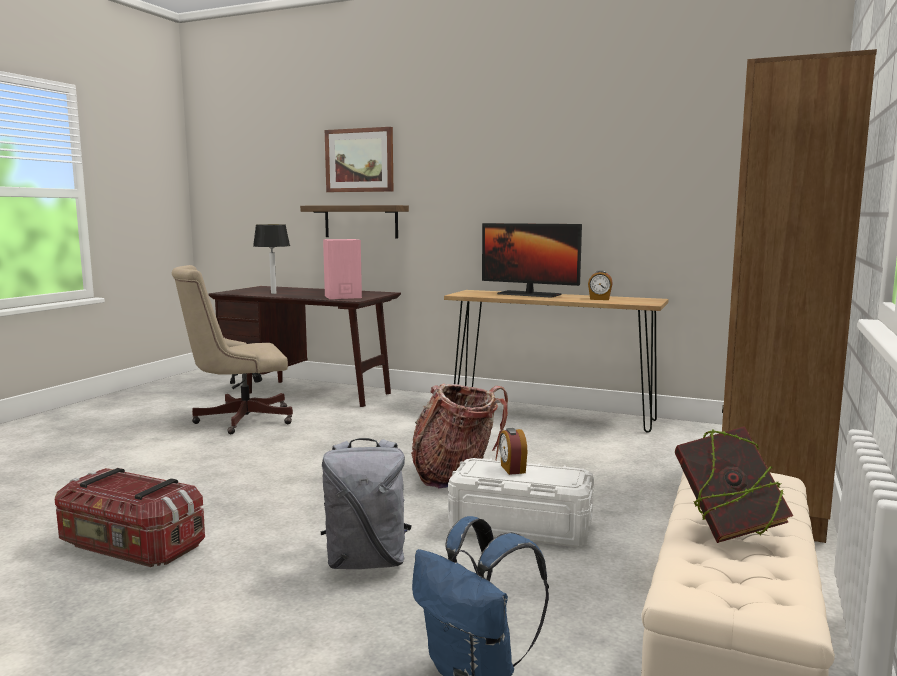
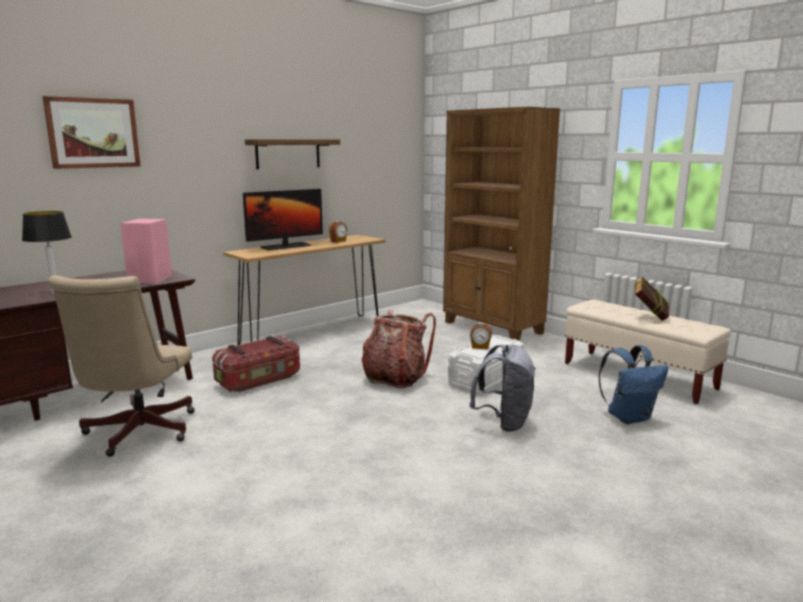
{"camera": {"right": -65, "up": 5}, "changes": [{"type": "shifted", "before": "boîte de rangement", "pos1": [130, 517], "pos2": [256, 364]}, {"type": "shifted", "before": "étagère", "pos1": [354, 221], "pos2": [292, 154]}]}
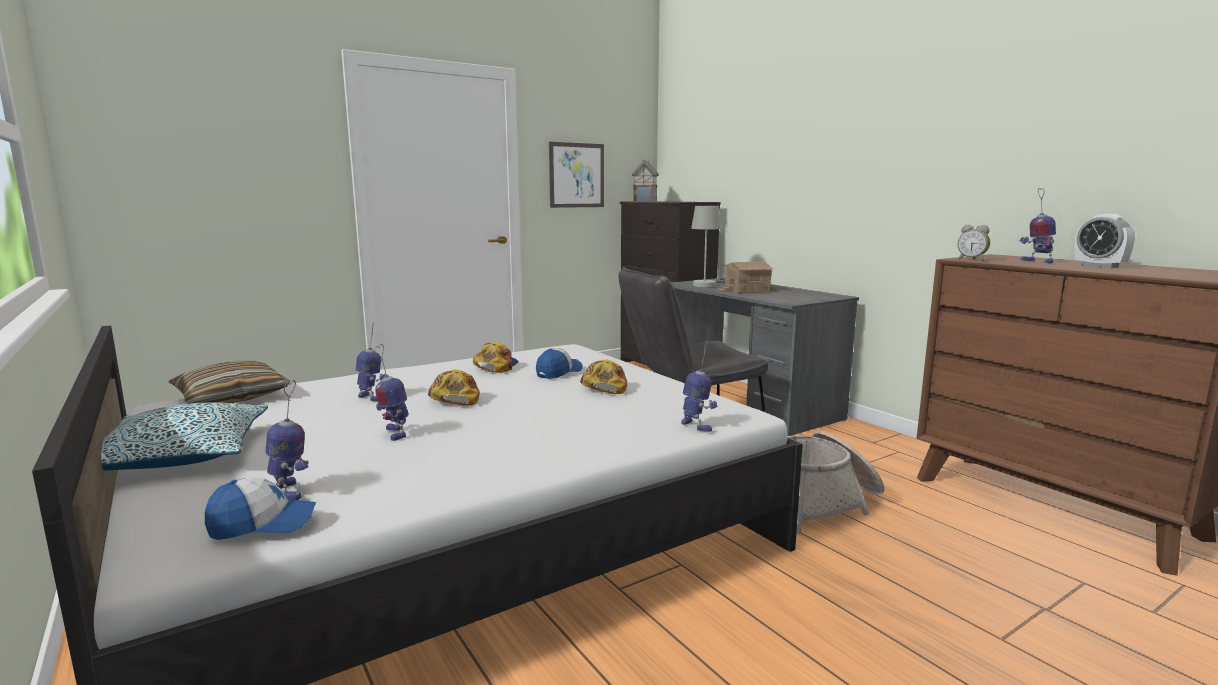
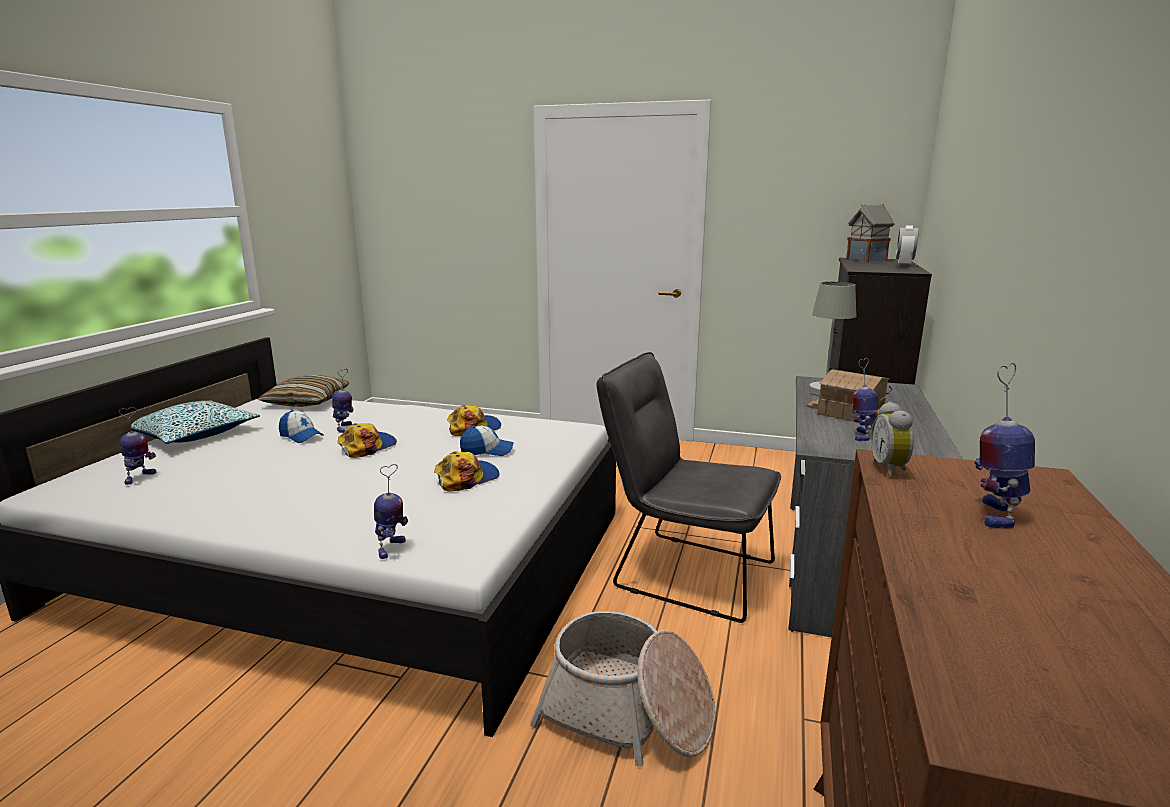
{"camera": {"right": 50, "up": 5}, "changes": [{"type": "shifted", "before": "casquette", "pos1": [260, 509], "pos2": [301, 426]}, {"type": "shifted", "before": "robot jouet", "pos1": [392, 392], "pos2": [865, 399]}, {"type": "shifted", "before": "réveil", "pos1": [1104, 241], "pos2": [907, 246]}, {"type": "gone", "before": "tableau", "pos1": [576, 175]}]}
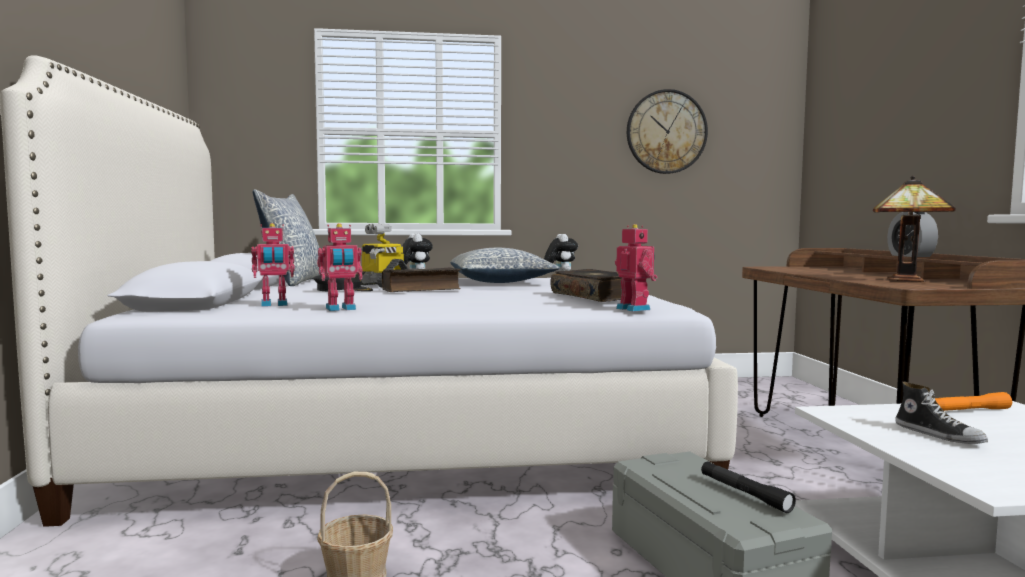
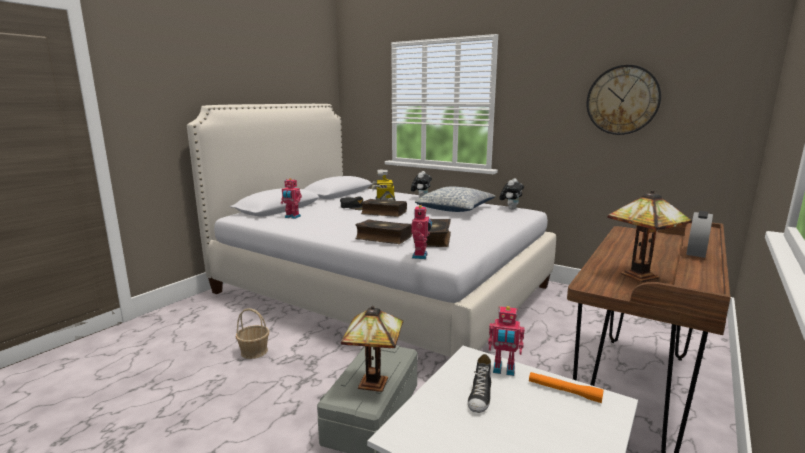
{"camera": {"right": 40, "up": 10}, "changes": [{"type": "swapped", "before": "lampe de poche/noir", "after": "lampe de table", "pos1": [748, 487], "pos2": [372, 349]}, {"type": "new", "after": "livre", "pos2": [383, 231]}, {"type": "shifted", "before": "robot jouet", "pos1": [340, 267], "pos2": [506, 341]}, {"type": "gone", "before": "coussin", "pos1": [286, 237]}]}
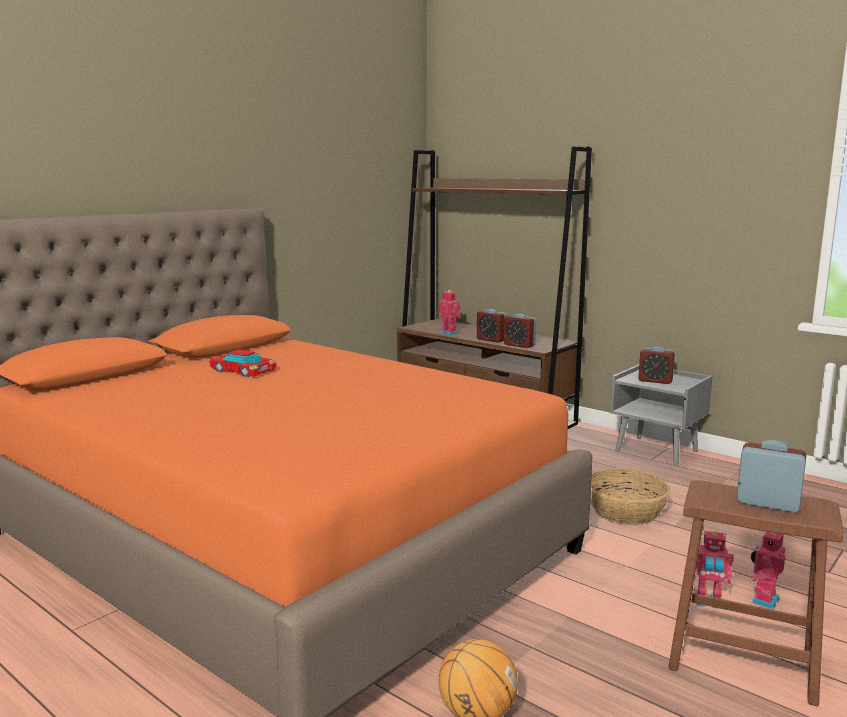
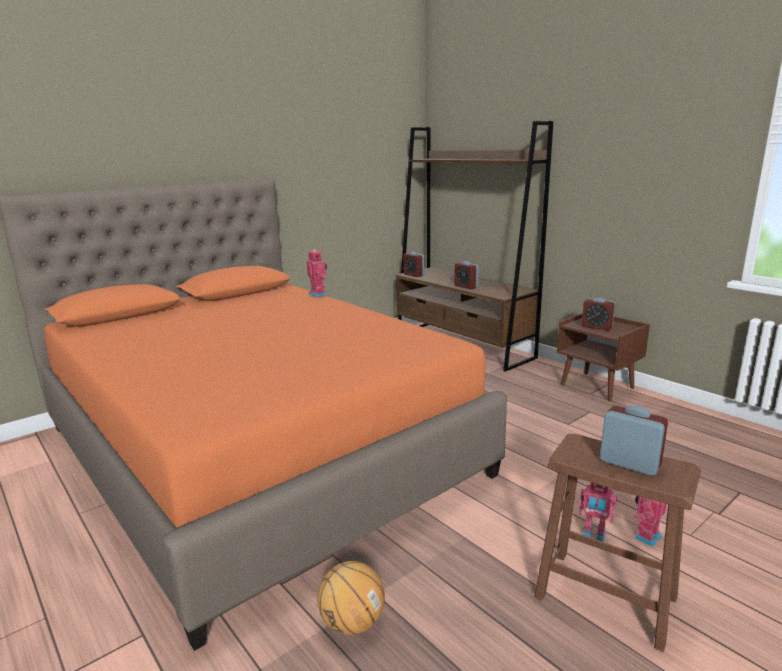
{"camera": {"right": 10, "up": 5}, "changes": [{"type": "shifted", "before": "robot jouet", "pos1": [450, 312], "pos2": [317, 273]}, {"type": "shifted", "before": "réveil", "pos1": [520, 331], "pos2": [414, 264]}, {"type": "repainted", "before": "table de chevet/gris", "after": "table de chevet/marron", "pos1": [661, 415], "pos2": [603, 357]}, {"type": "gone", "before": "petite voiture", "pos1": [243, 363]}, {"type": "gone", "before": "panier", "pos1": [630, 497]}]}
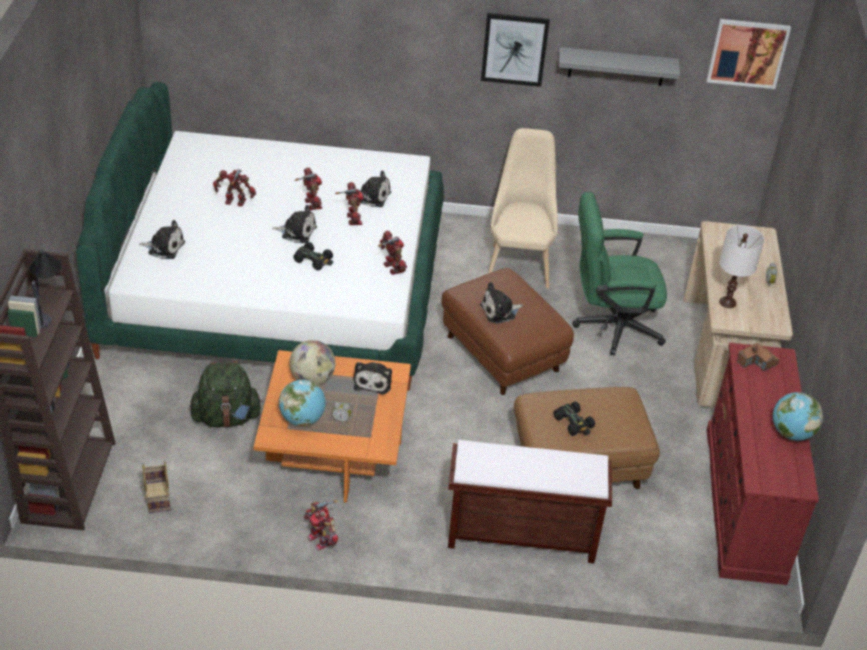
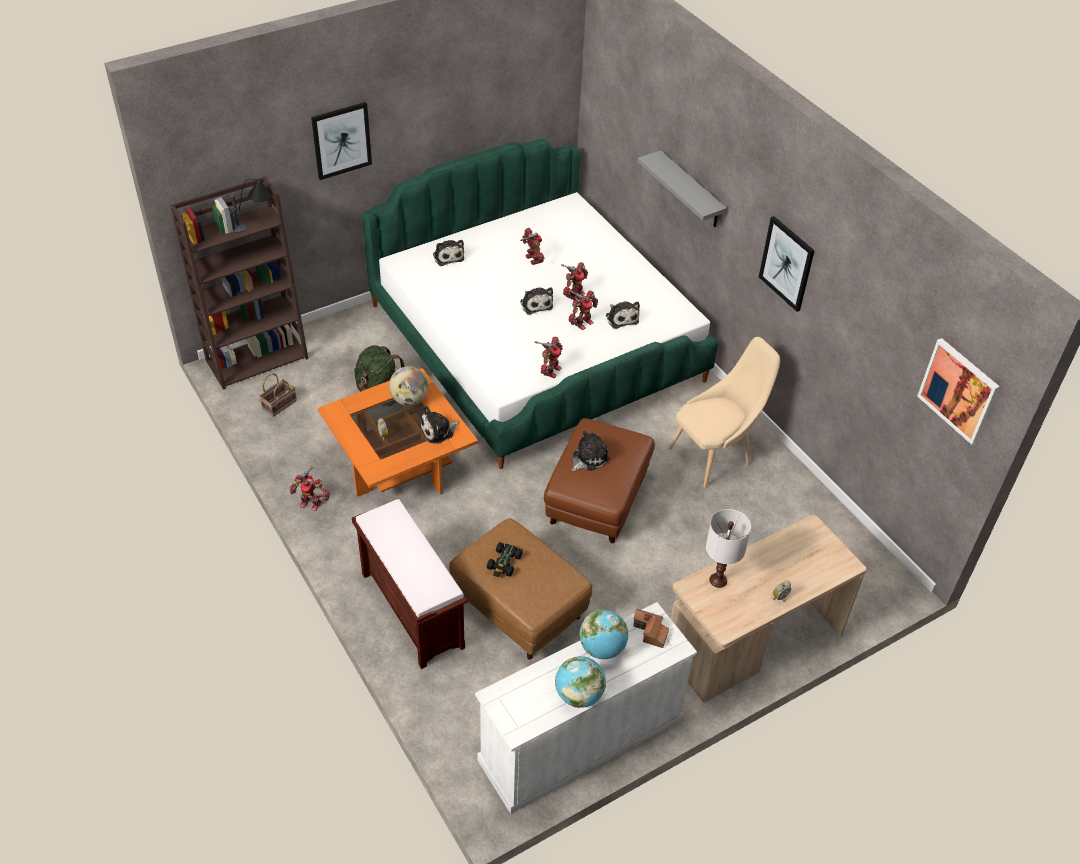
{"camera": {"right": 55, "up": 5}, "changes": [{"type": "rotated", "before": "robot jouet", "pos1": [321, 525], "pos2": [310, 488], "turn": -90}, {"type": "new", "after": "tableau", "pos2": [341, 141]}, {"type": "repainted", "before": "commode/rouge", "after": "commode/blanc", "pos1": [763, 464], "pos2": [586, 708]}, {"type": "rotated", "before": "peluche", "pos1": [501, 302], "pos2": [591, 451], "turn": 105}, {"type": "shifted", "before": "globe", "pos1": [302, 402], "pos2": [604, 634]}, {"type": "shifted", "before": "étagère/gris", "pos1": [619, 66], "pos2": [682, 188]}, {"type": "gone", "before": "petite voiture/noir", "pos1": [313, 256]}, {"type": "gone", "before": "chaise de bureau/vert", "pos1": [620, 274]}]}
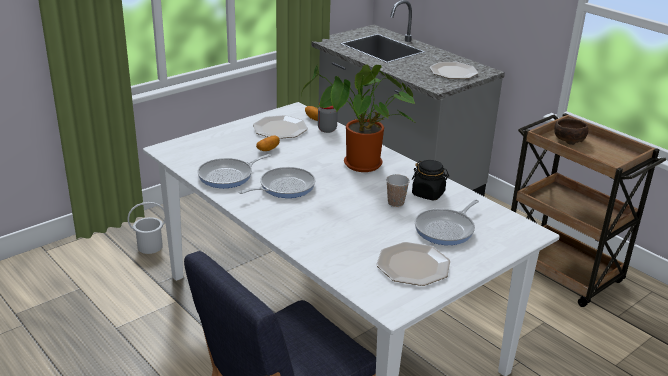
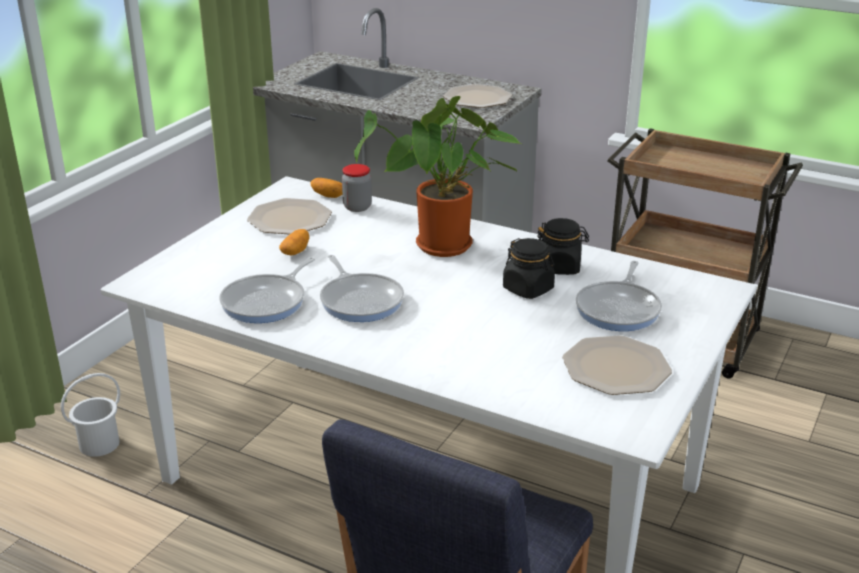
{"camera": {"right": -20, "up": 0}, "changes": [{"type": "rotated", "before": "poêle", "pos1": [277, 182], "pos2": [362, 288], "turn": 120}, {"type": "swapped", "before": "tasse", "after": "bocal/noir", "pos1": [398, 190], "pos2": [529, 268]}, {"type": "gone", "before": "bol/marron", "pos1": [571, 132]}]}
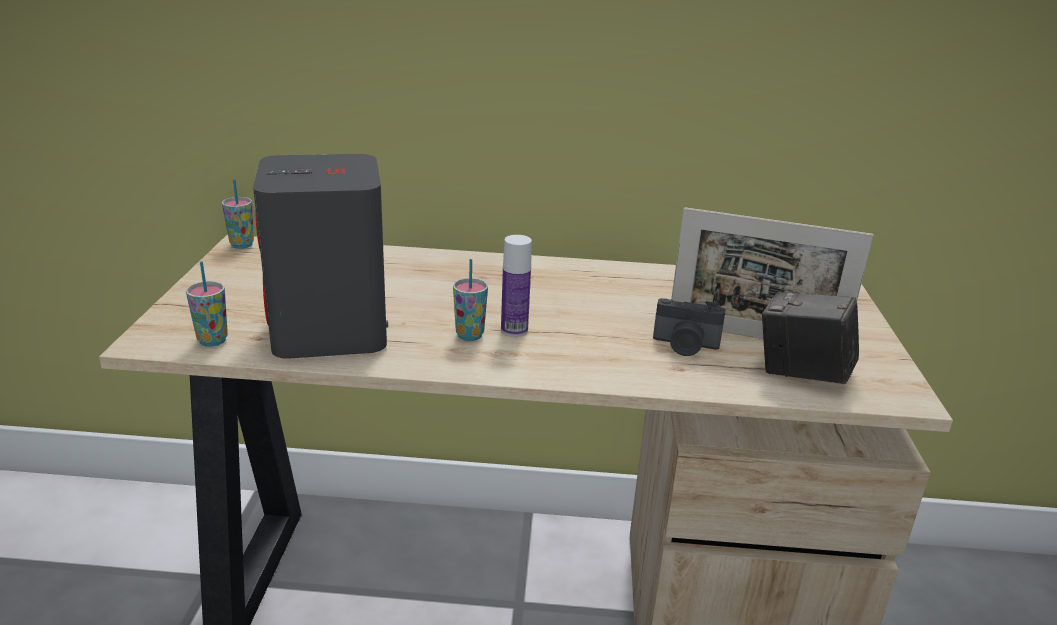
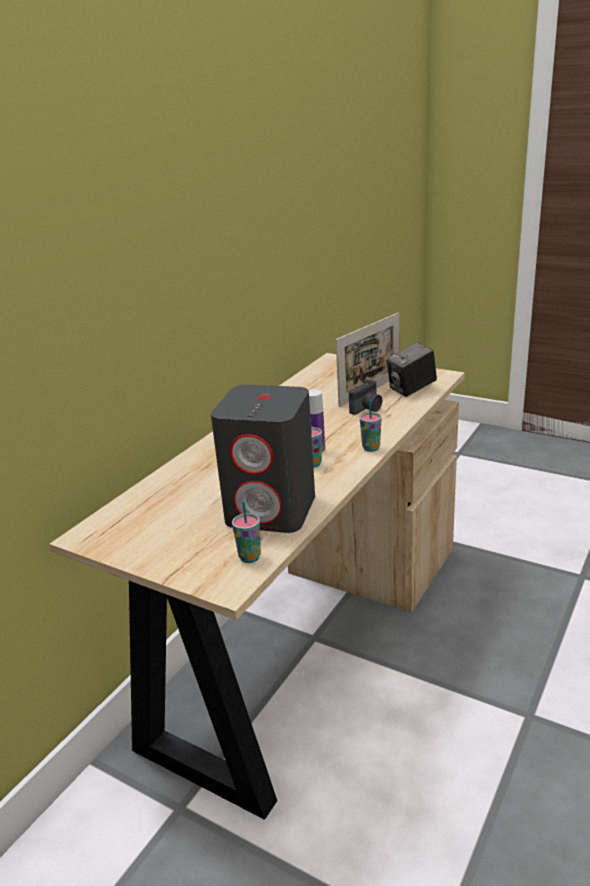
{"camera": {"right": -60, "up": 0}, "changes": [{"type": "shifted", "before": "tasse", "pos1": [238, 214], "pos2": [371, 426]}]}
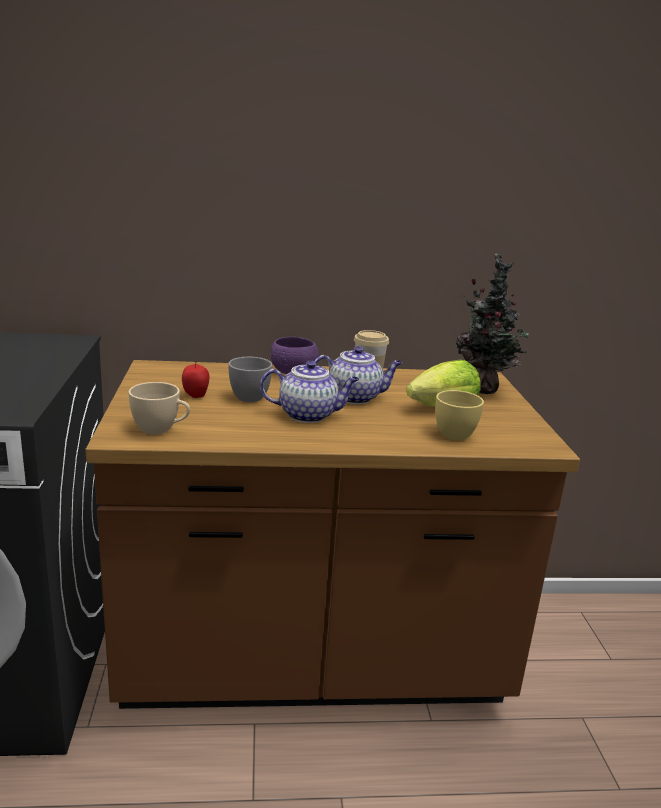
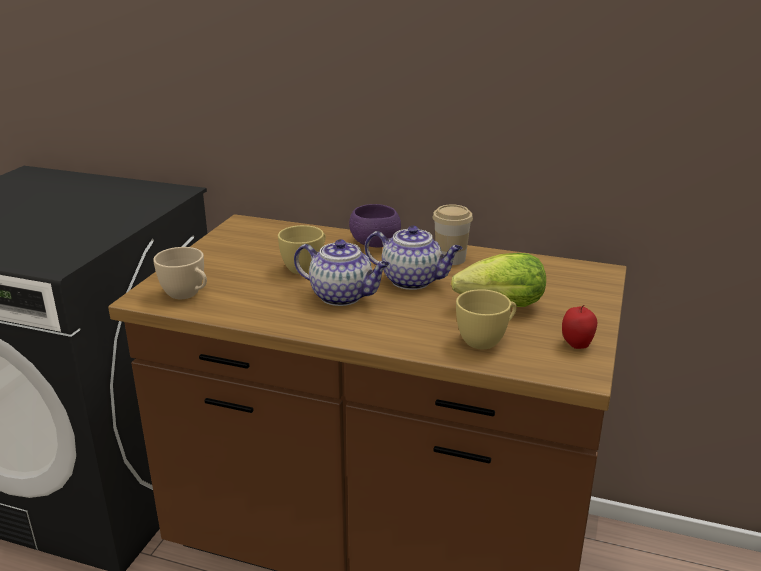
{"camera": {"right": 25, "up": 5}, "changes": [{"type": "repainted", "before": "tasse/gris", "after": "tasse/jaune", "pos1": [250, 379], "pos2": [302, 249]}, {"type": "shifted", "before": "pomme", "pos1": [196, 379], "pos2": [579, 327]}, {"type": "gone", "before": "plante en pot", "pos1": [492, 324]}]}
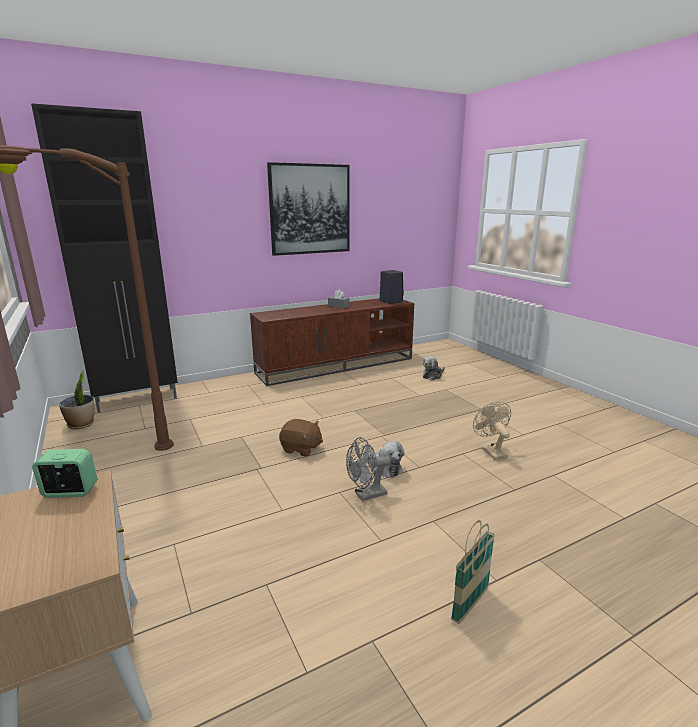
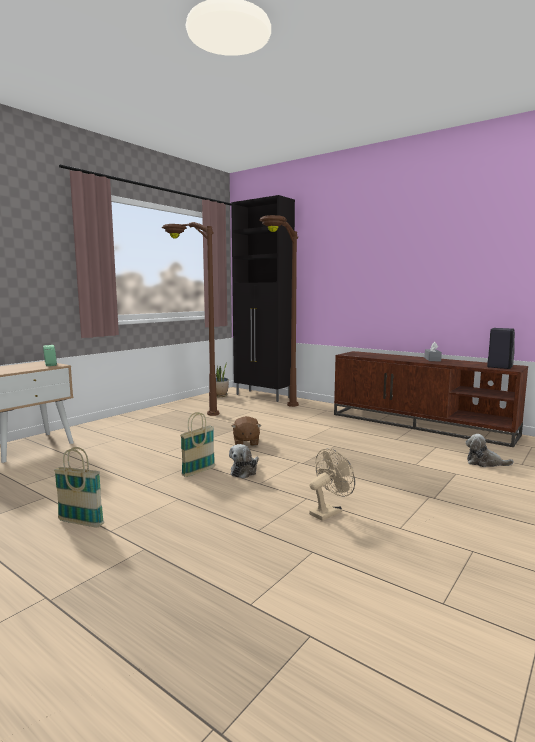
{"camera": {"right": 65, "up": -10}, "changes": [{"type": "swapped", "before": "ventilateur/gris", "after": "panier", "pos1": [368, 469], "pos2": [197, 444]}, {"type": "new", "after": "lampadaire/marron", "pos2": [279, 311]}, {"type": "gone", "before": "tableau", "pos1": [308, 209]}]}
